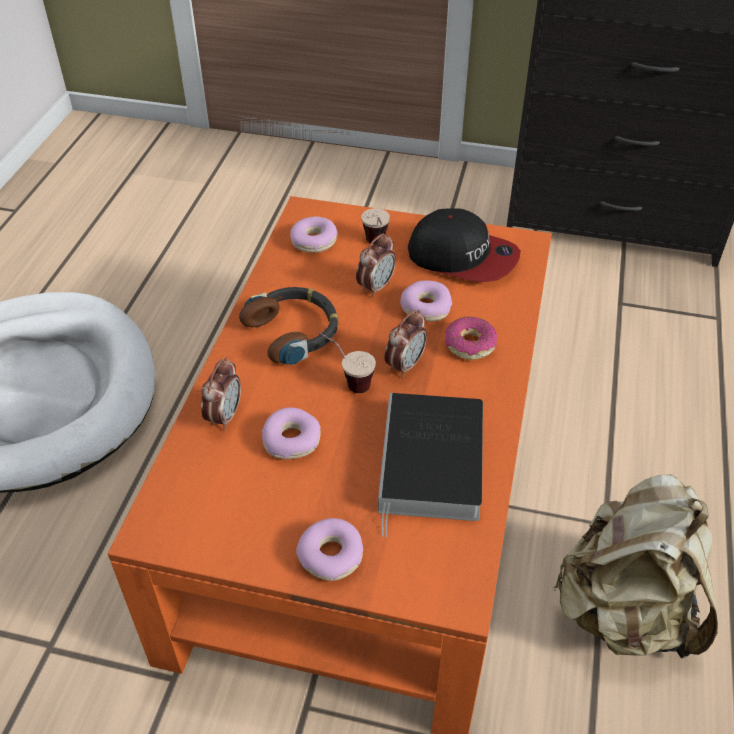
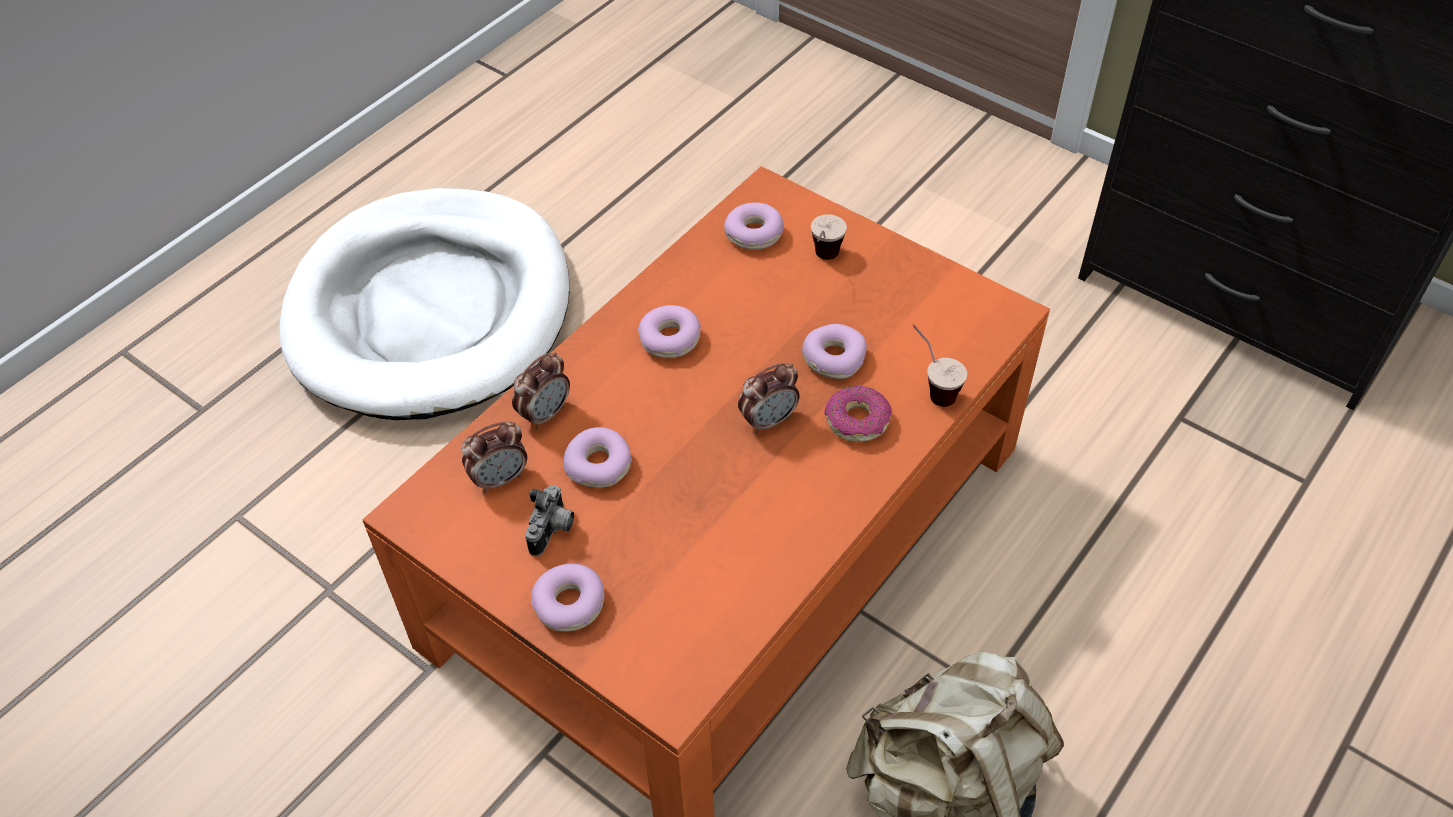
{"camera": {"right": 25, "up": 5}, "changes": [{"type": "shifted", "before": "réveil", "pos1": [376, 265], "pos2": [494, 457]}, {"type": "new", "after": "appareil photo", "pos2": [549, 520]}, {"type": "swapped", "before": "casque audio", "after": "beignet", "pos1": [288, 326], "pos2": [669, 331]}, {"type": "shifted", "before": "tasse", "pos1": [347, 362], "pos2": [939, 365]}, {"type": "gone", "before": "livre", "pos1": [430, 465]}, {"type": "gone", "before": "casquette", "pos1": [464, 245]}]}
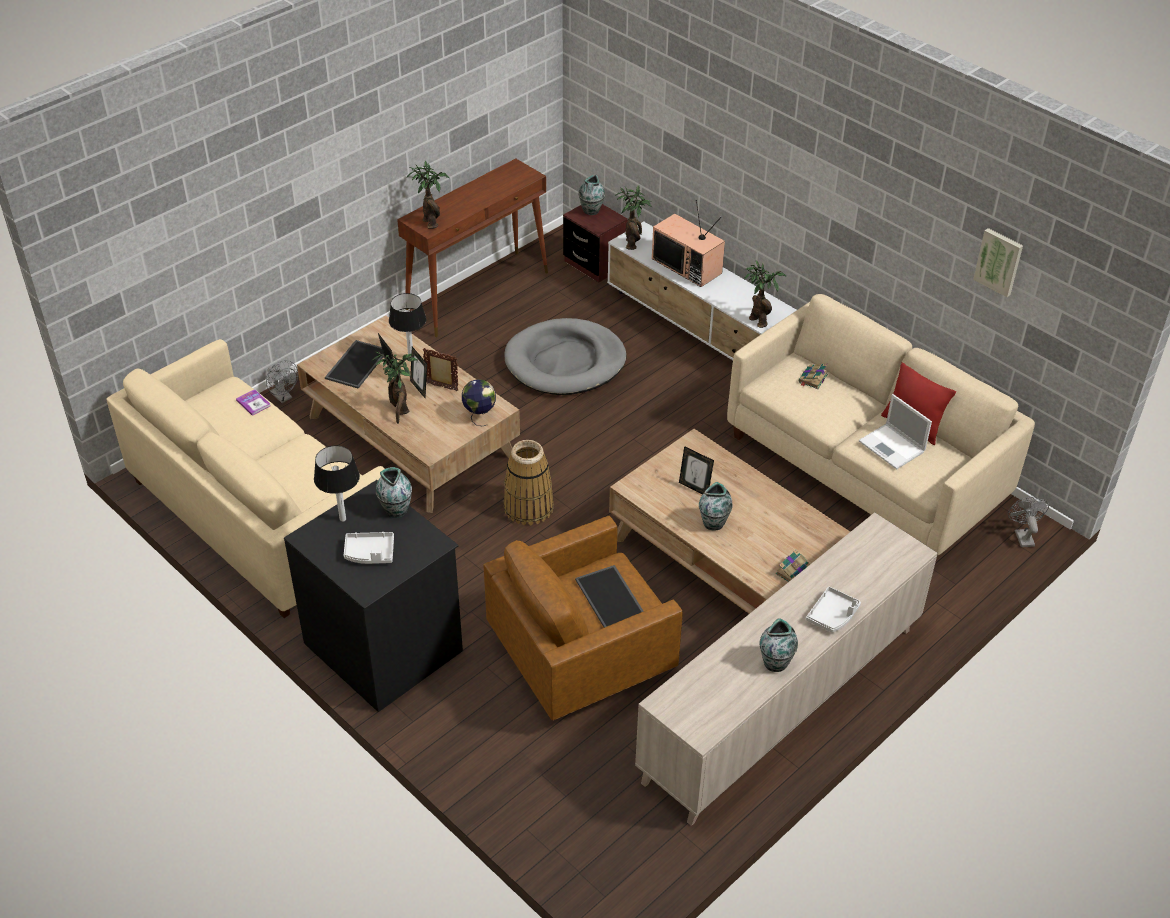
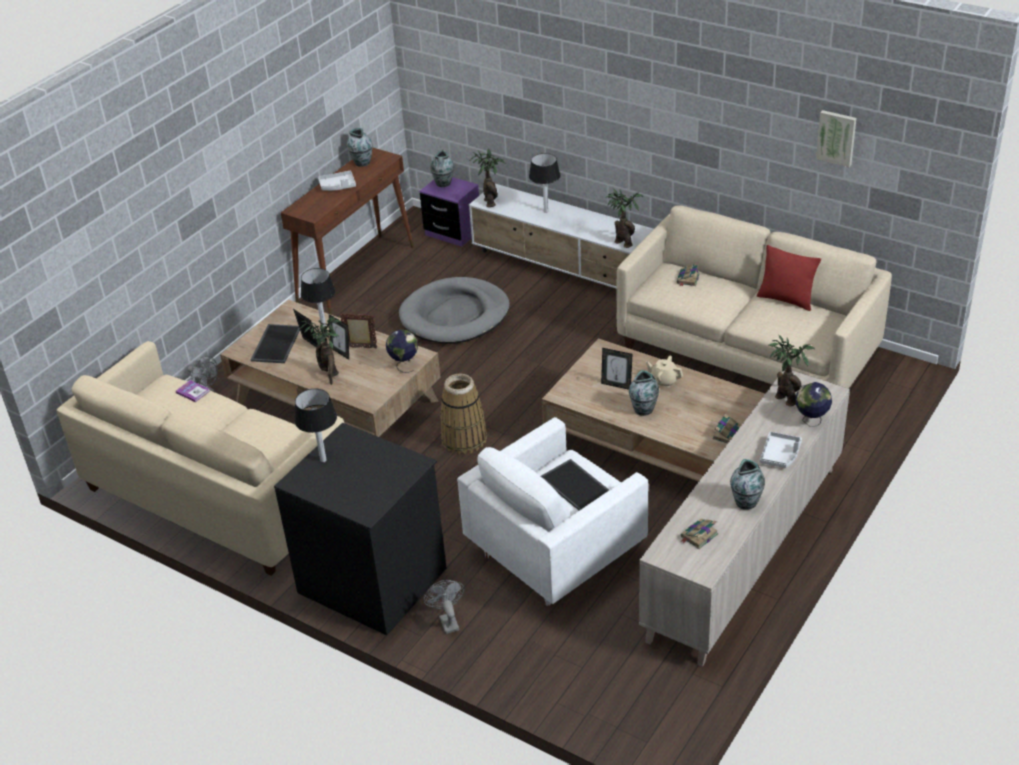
{"camera": {"right": -10, "up": -5}, "changes": [{"type": "shifted", "before": "plateau/gris", "pos1": [369, 548], "pos2": [337, 181]}, {"type": "shifted", "before": "vase", "pos1": [394, 492], "pos2": [360, 147]}, {"type": "repainted", "before": "table de chevet/marron", "after": "table de chevet/violet", "pos1": [595, 243], "pos2": [449, 212]}, {"type": "shifted", "before": "ventilateur/gris", "pos1": [1028, 522], "pos2": [443, 607]}, {"type": "repainted", "before": "fauteuil/marron", "after": "fauteuil/blanc", "pos1": [583, 618], "pos2": [552, 511]}, {"type": "swapped", "before": "téléviseur", "after": "lampe de table", "pos1": [688, 243], "pos2": [544, 183]}, {"type": "new", "after": "théière/beige", "pos2": [664, 371]}, {"type": "new", "after": "livre", "pos2": [699, 533]}, {"type": "shifted", "before": "plante en pot", "pos1": [428, 194], "pos2": [792, 370]}, {"type": "new", "after": "globe", "pos2": [813, 404]}, {"type": "gone", "before": "ordinateur portable", "pos1": [895, 431]}]}
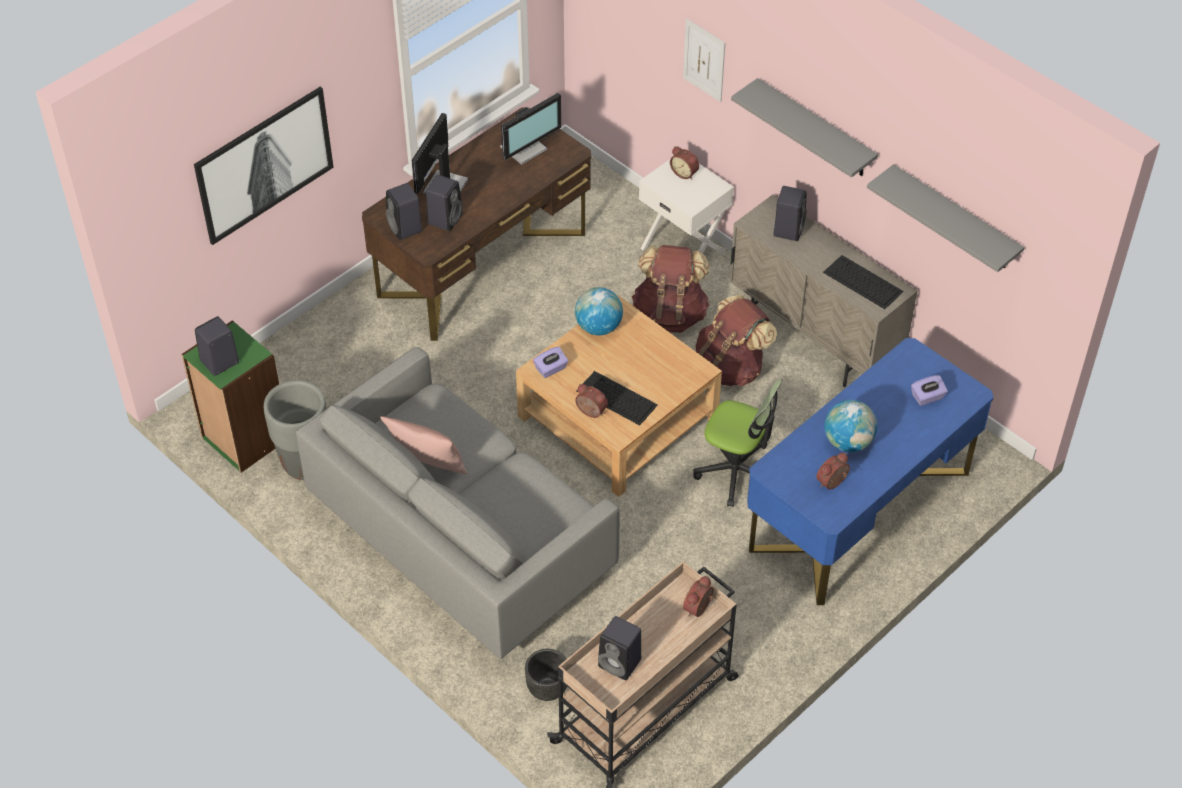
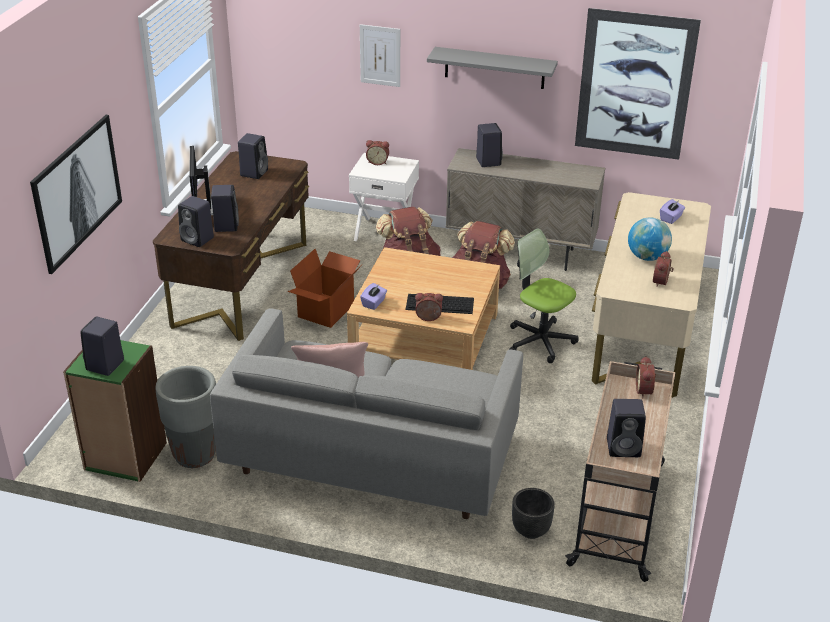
{"camera": {"right": -30, "up": -15}, "changes": [{"type": "swapped", "before": "écran d'ordinateur", "after": "enceinte/noir", "pos1": [530, 129], "pos2": [253, 156]}, {"type": "new", "after": "carton", "pos2": [324, 288]}, {"type": "rotated", "before": "chaise de bureau", "pos1": [737, 443], "pos2": [544, 295], "turn": -135}, {"type": "swapped", "before": "étagère/gris", "after": "tableau", "pos1": [945, 218], "pos2": [638, 84]}, {"type": "repainted", "before": "bureau/bleu", "after": "bureau/beige", "pos1": [870, 471], "pos2": [651, 295]}, {"type": "gone", "before": "globe", "pos1": [599, 311]}, {"type": "gone", "before": "clavier", "pos1": [863, 282]}]}
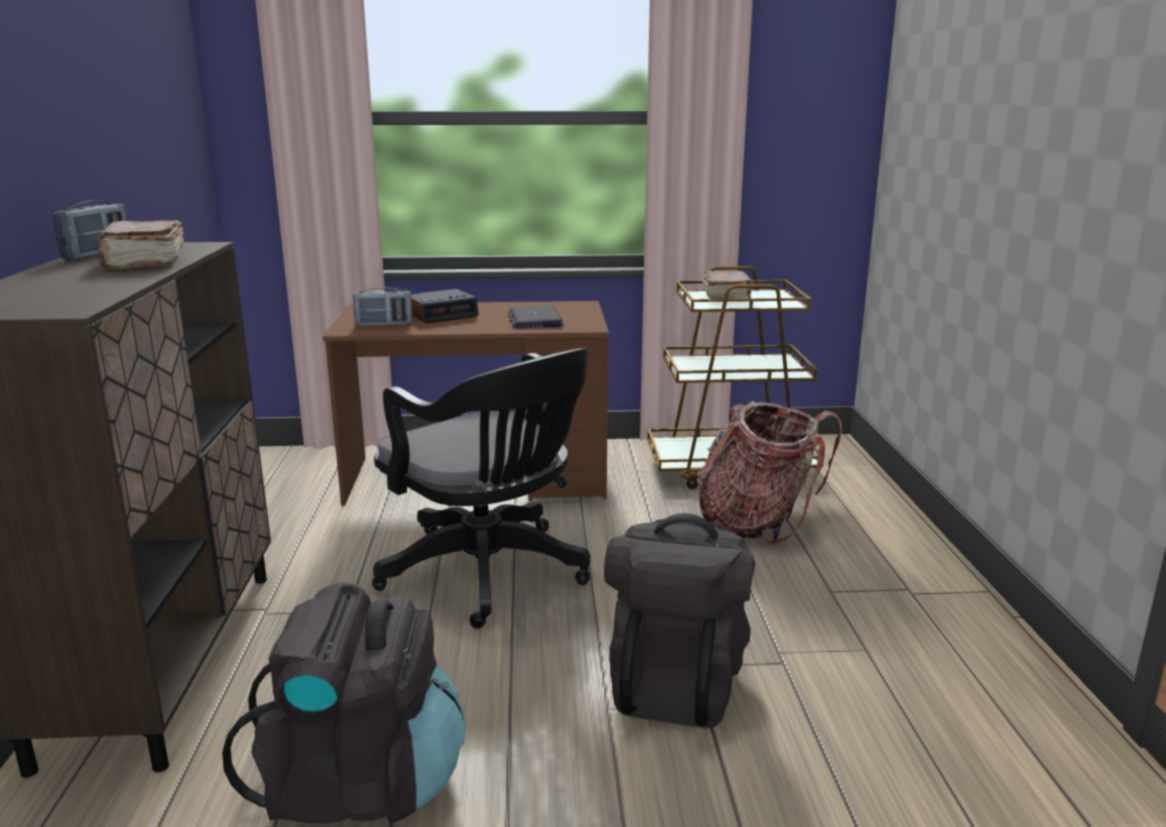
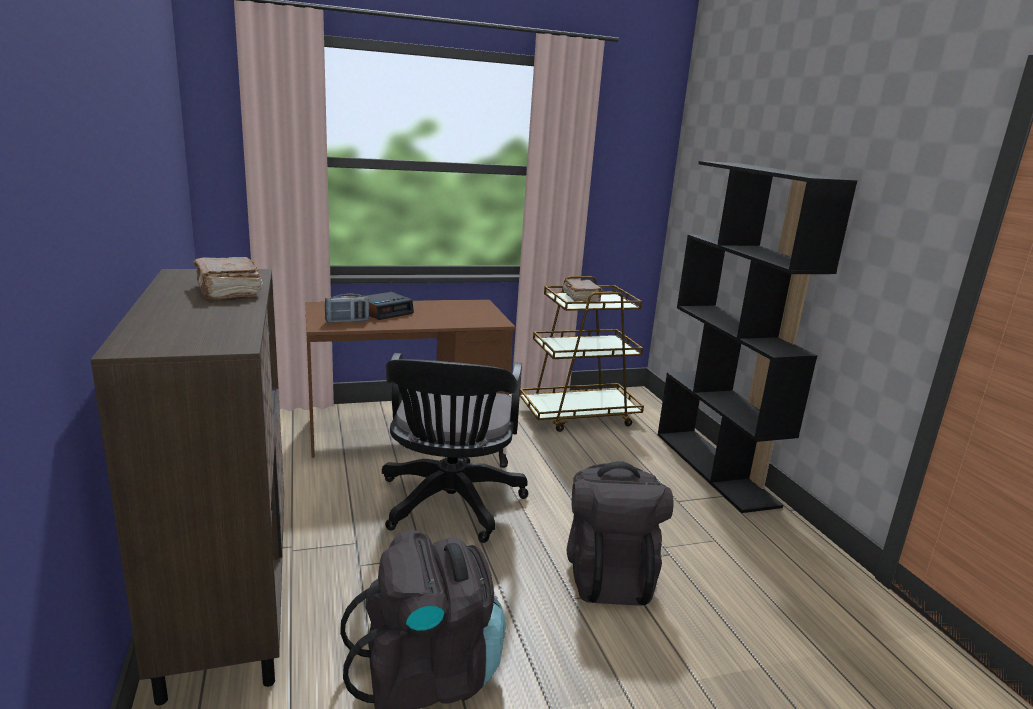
{"camera": {"right": -15, "up": 0}, "changes": [{"type": "rotated", "before": "chaise de bureau/noir", "pos1": [481, 488], "pos2": [455, 448], "turn": 60}, {"type": "new", "after": "bibliothèque/noir", "pos2": [758, 337]}, {"type": "gone", "before": "radio", "pos1": [90, 229]}, {"type": "gone", "before": "ordinateur portable", "pos1": [535, 316]}, {"type": "gone", "before": "sac à dos", "pos1": [769, 473]}]}
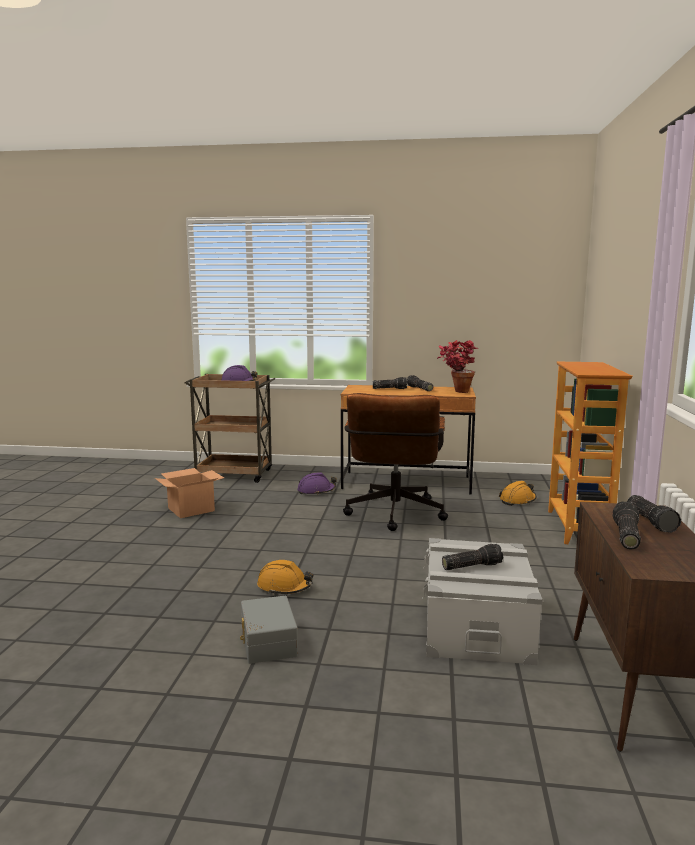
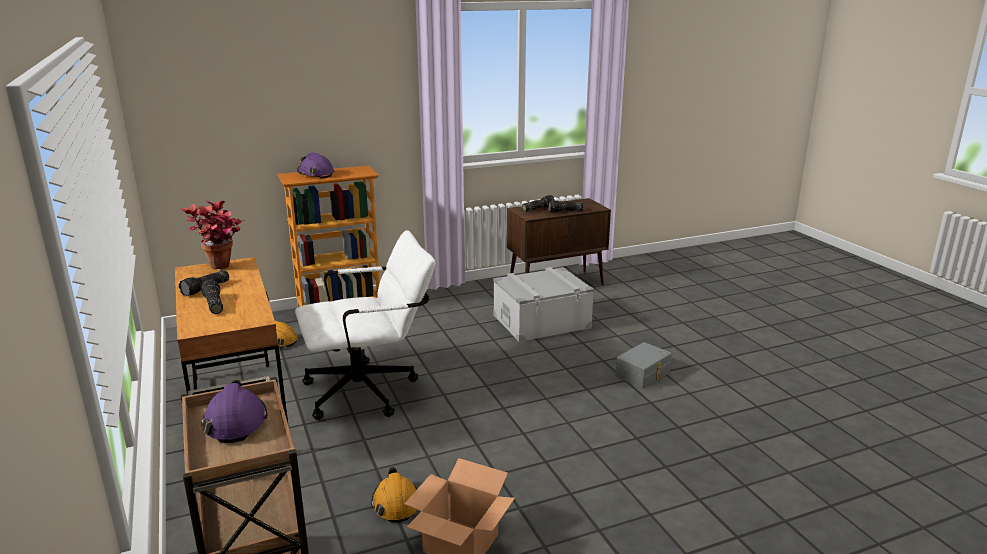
{"camera": {"right": -120, "up": 10}, "changes": [{"type": "repainted", "before": "chaise de bureau/marron", "after": "chaise de bureau/blanc", "pos1": [395, 462], "pos2": [365, 325]}, {"type": "shifted", "before": "casque de chantier/violet", "pos1": [317, 483], "pos2": [315, 166]}, {"type": "shifted", "before": "casque de chantier/orange", "pos1": [285, 577], "pos2": [394, 495]}, {"type": "gone", "before": "lampe de poche", "pos1": [472, 557]}]}
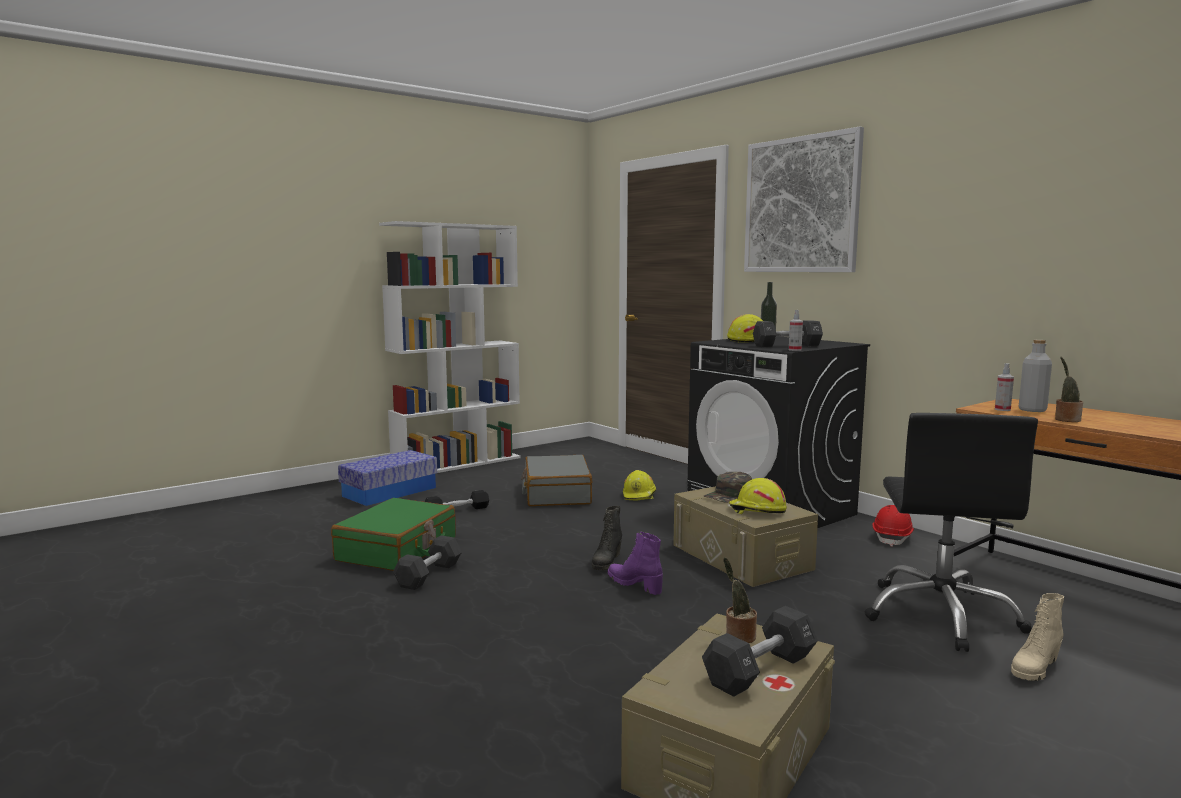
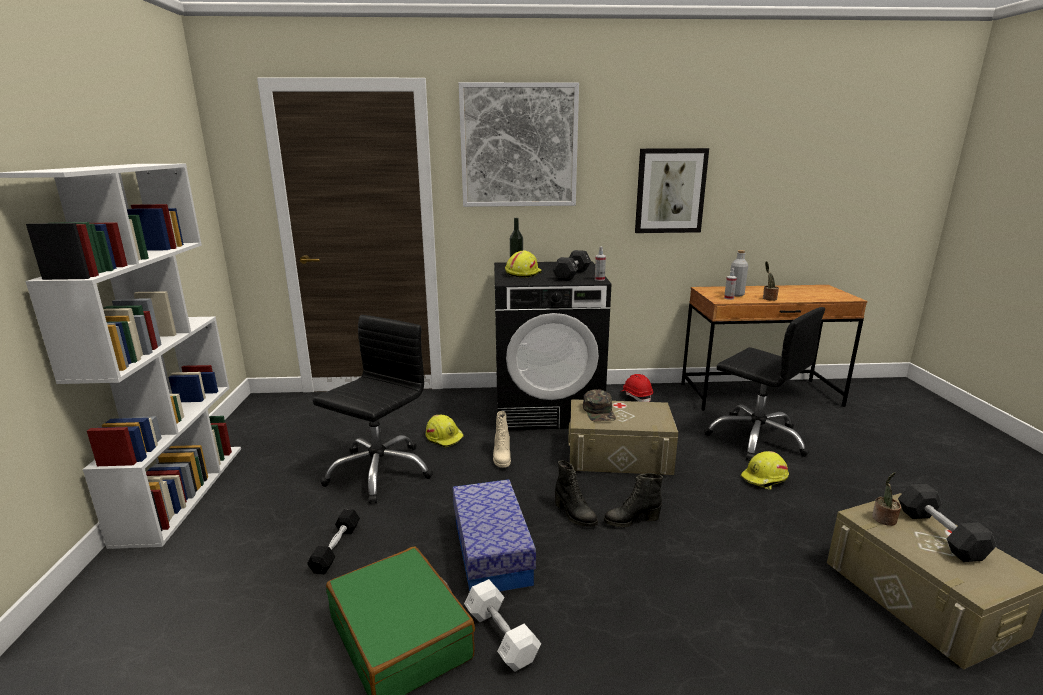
{"camera": {"right": -55, "up": 10}, "changes": [{"type": "swapped", "before": "valise/gris", "after": "chaise de bureau/noir", "pos1": [557, 480], "pos2": [373, 409]}, {"type": "shifted", "before": "boîte de rangement", "pos1": [387, 478], "pos2": [494, 535]}, {"type": "repainted", "before": "haltère/noir", "after": "haltère/blanc", "pos1": [427, 562], "pos2": [502, 625]}, {"type": "shifted", "before": "botte/beige", "pos1": [1037, 637], "pos2": [502, 439]}, {"type": "repainted", "before": "botte/violet", "after": "botte/noir", "pos1": [635, 563], "pos2": [633, 500]}, {"type": "new", "after": "tableau", "pos2": [672, 190]}, {"type": "shifted", "before": "casque de chantier/jaune", "pos1": [758, 496], "pos2": [764, 470]}]}
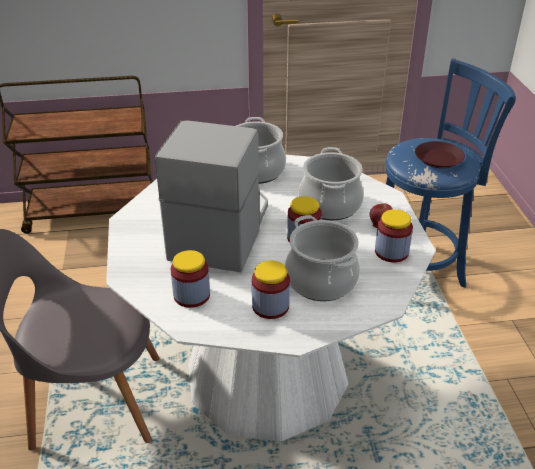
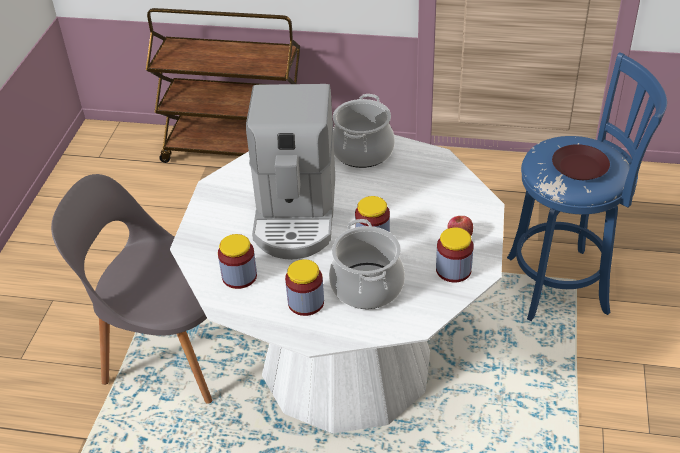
{"camera": {"right": 20, "up": 5}, "changes": [{"type": "rotated", "before": "machine à café", "pos1": [211, 196], "pos2": [290, 172], "turn": 150}, {"type": "gone", "before": "marmite", "pos1": [331, 183]}]}
